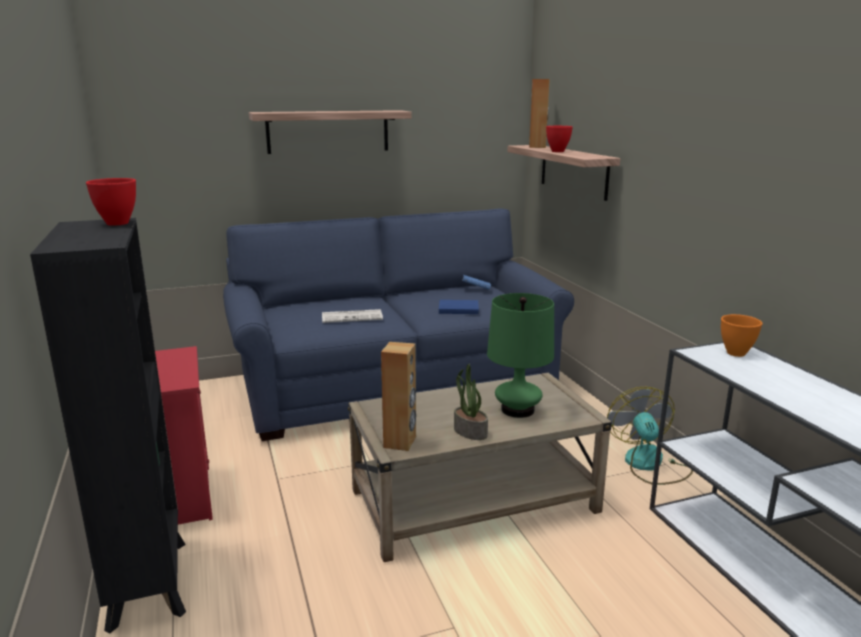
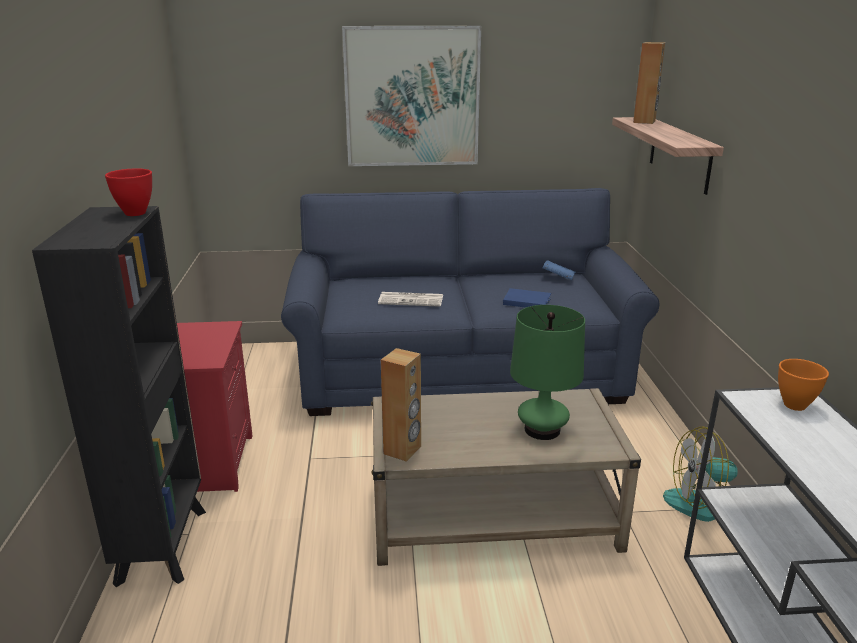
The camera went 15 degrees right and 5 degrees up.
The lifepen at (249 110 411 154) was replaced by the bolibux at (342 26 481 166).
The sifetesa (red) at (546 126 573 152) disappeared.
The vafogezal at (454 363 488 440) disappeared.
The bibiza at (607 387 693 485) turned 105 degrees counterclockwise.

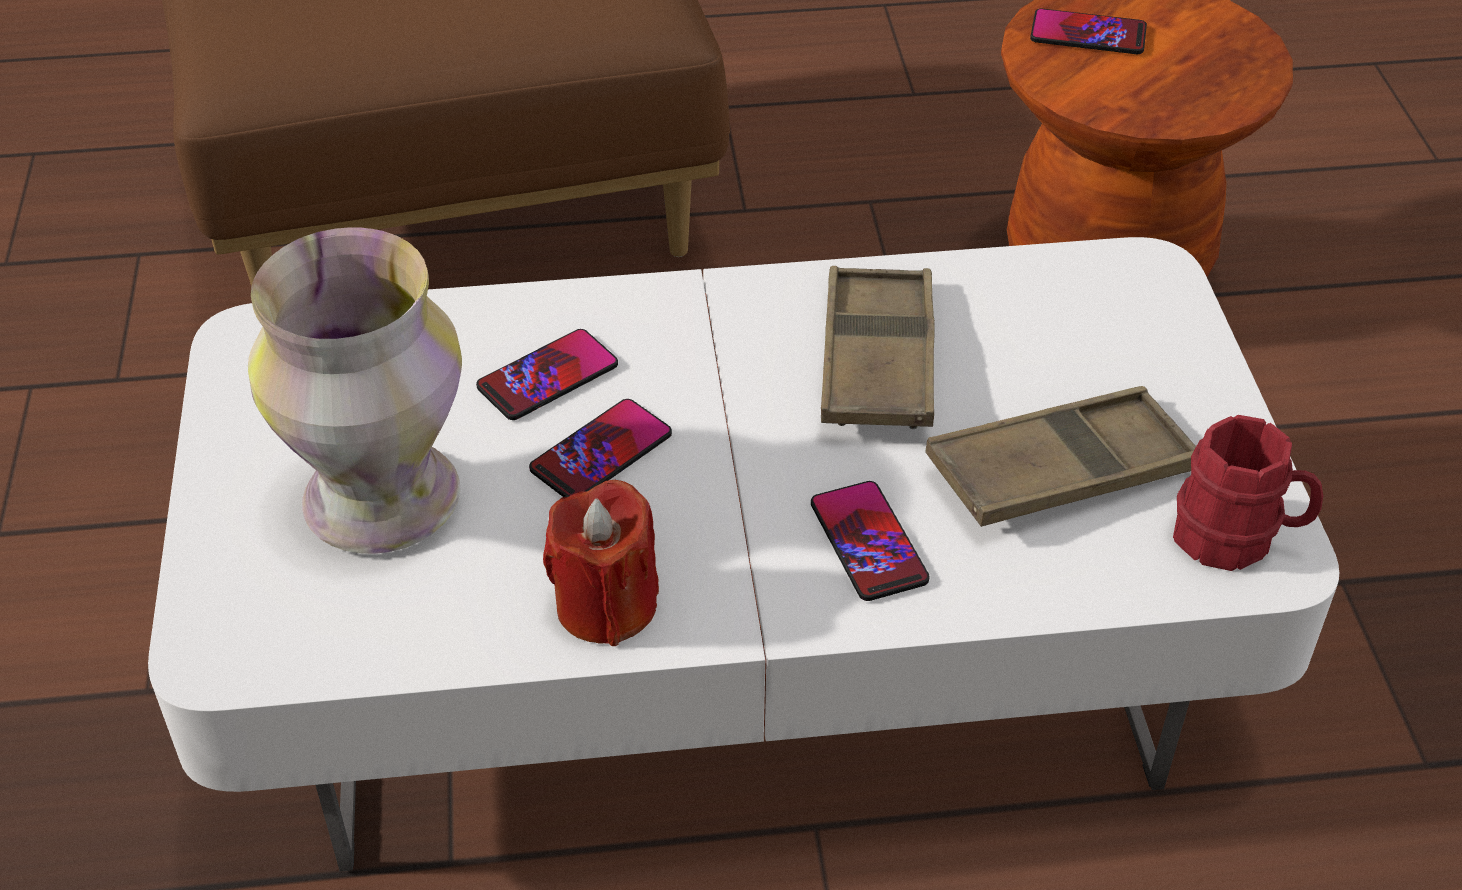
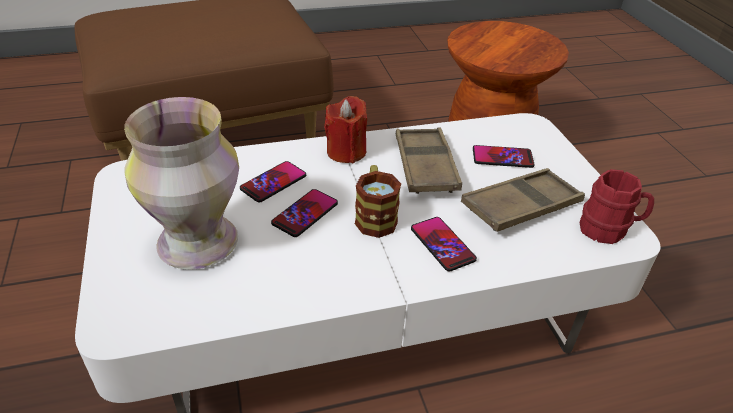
The camera went 10 degrees left and 5 degrees down.
The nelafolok moved from (1030 9 1147 54) to (473 145 535 168).
The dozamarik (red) moved from (543 480 659 646) to (324 96 367 163).
The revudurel at (355 165 401 238) appeared.

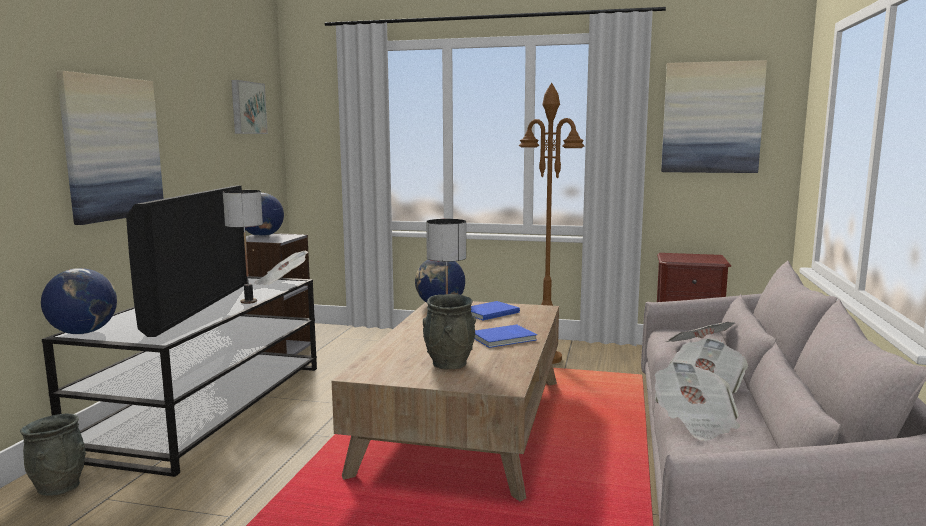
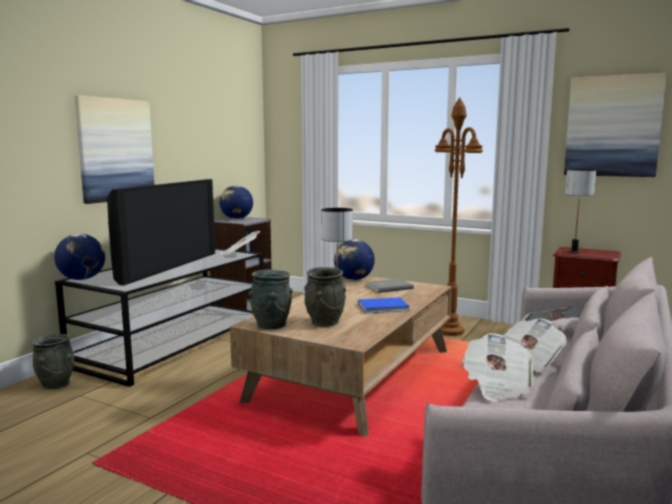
The camera went 15 degrees right and 0 degrees up.
The bolibux at (231 80 268 134) disappeared.
The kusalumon moved from (223 190 263 304) to (565 169 596 254).
The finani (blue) at (471 301 520 320) became the finani (grey) at (366 279 414 293).
The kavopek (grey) at (249 269 292 330) appeared.

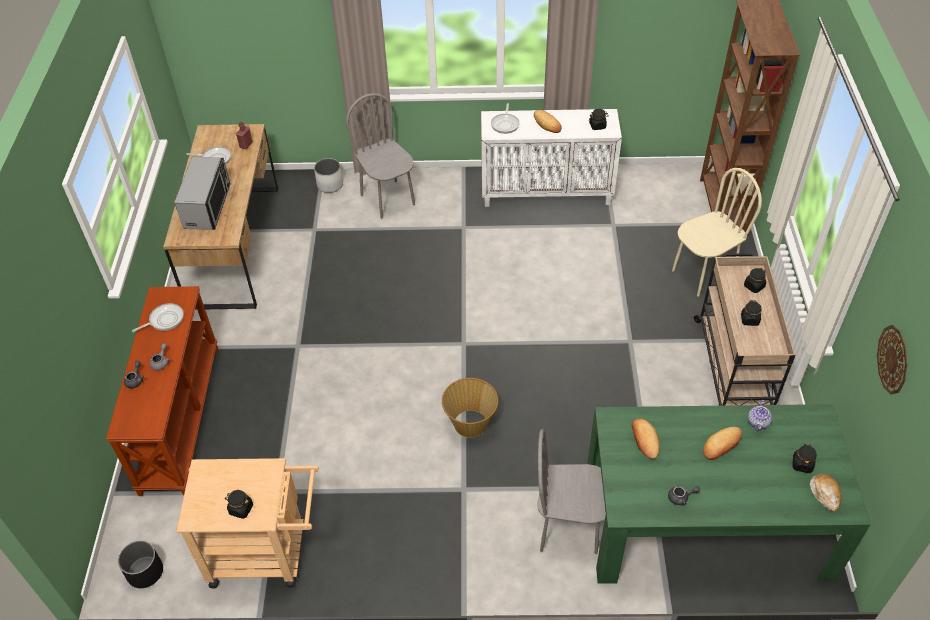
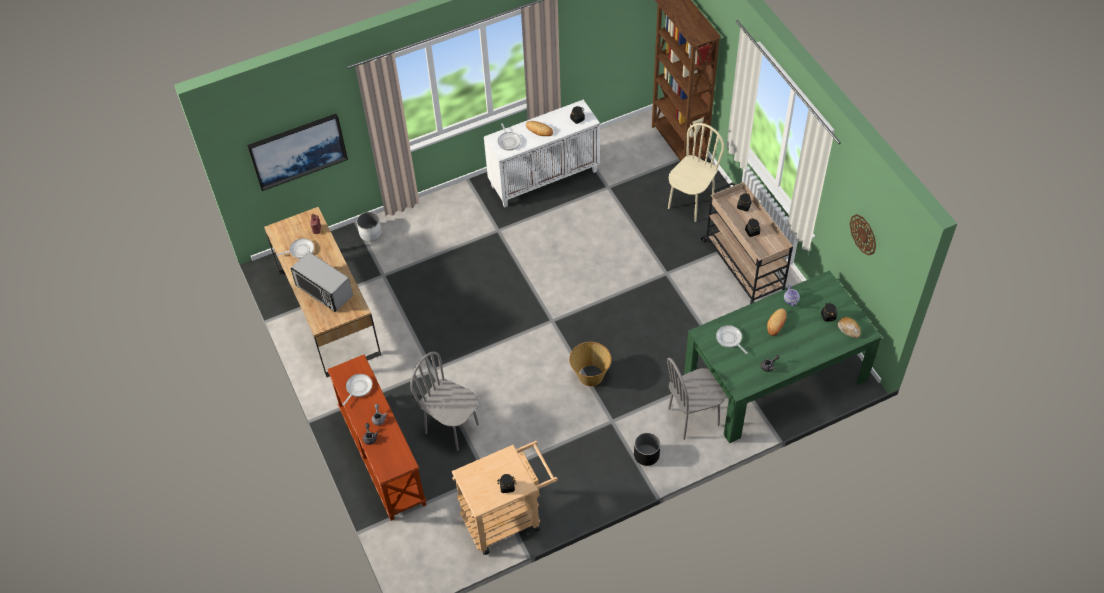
The camera went 25 degrees left and 5 degrees up.
The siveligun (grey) moved from (346 93 415 219) to (410 352 479 451).
The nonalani at (174 157 231 230) turned 150 degrees clockwise.
The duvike at (632 418 660 459) was replaced by the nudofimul at (716 325 748 354).
The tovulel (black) moved from (118 541 163 588) to (634 433 660 466).
The bolibux at (247 114 348 191) appeared.

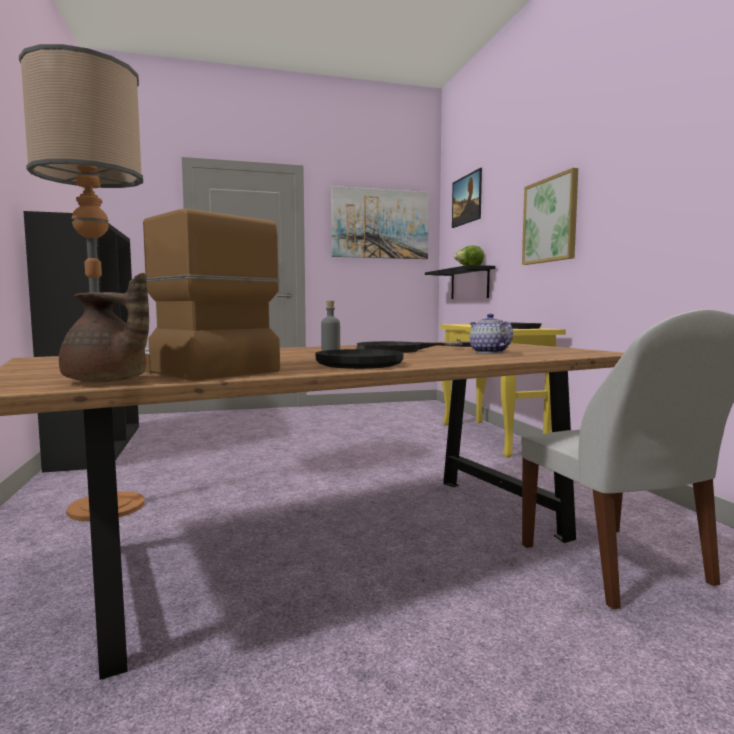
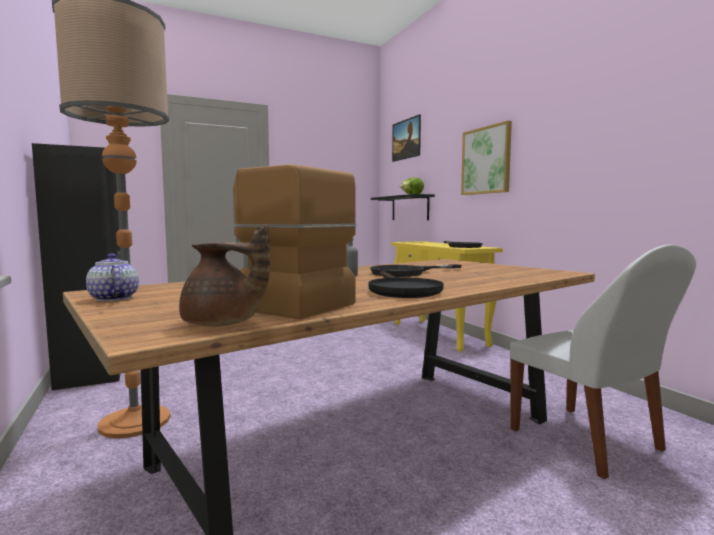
The camera went 10 degrees left and 0 degrees up.
The bolibux at (331 186 429 259) disappeared.
The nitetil moved from (470 314 513 354) to (86 254 139 301).

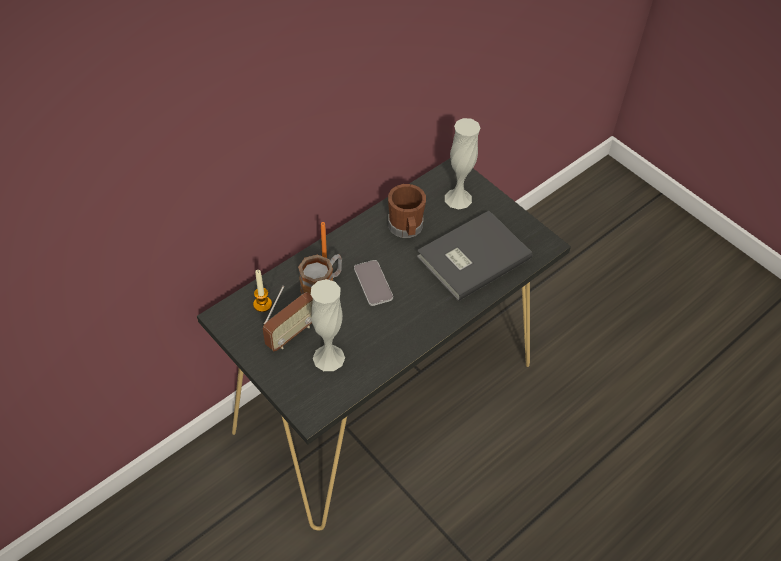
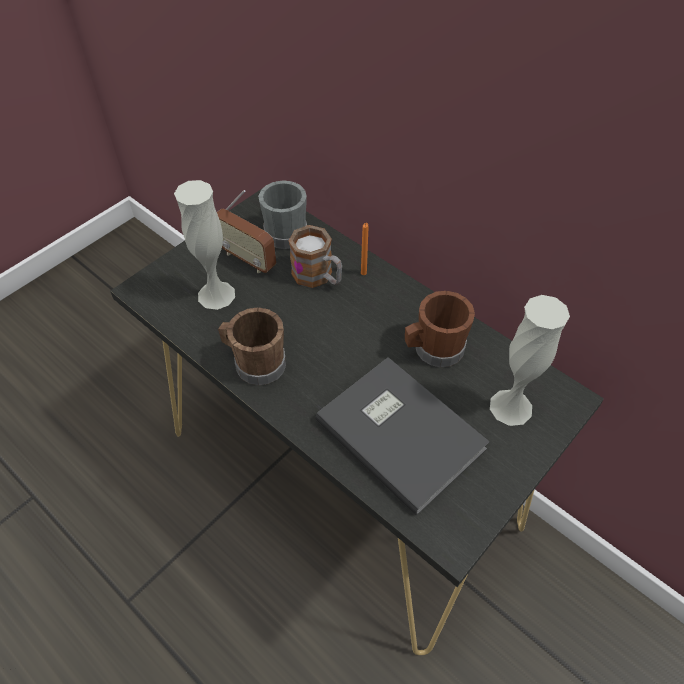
The camera went 85 degrees right and 0 degrees up.
The nelafolok at (354 260 393 306) disappeared.
The dozamarik at (253 270 272 312) was replaced by the revudurel (grey) at (258 180 307 249).
The revudurel (brown) at (218 308 286 385) appeared.

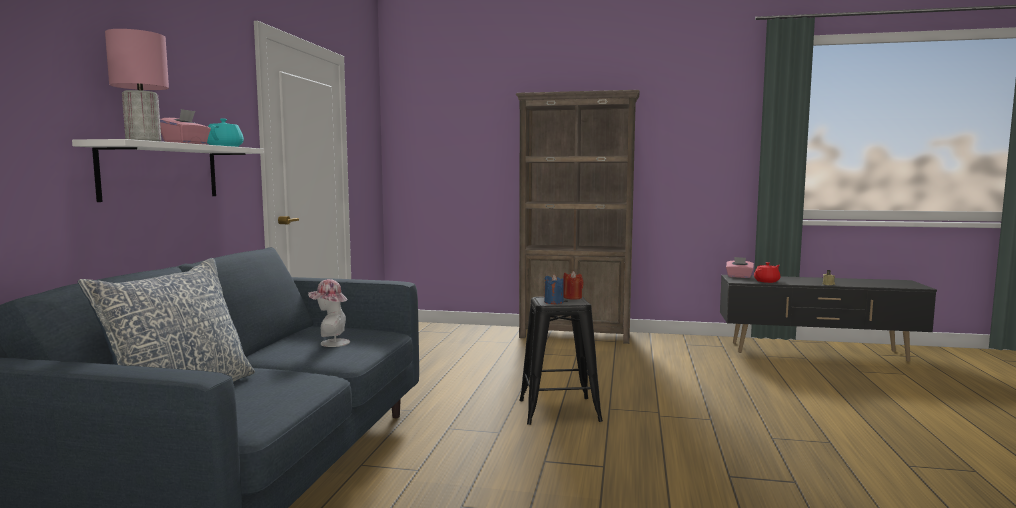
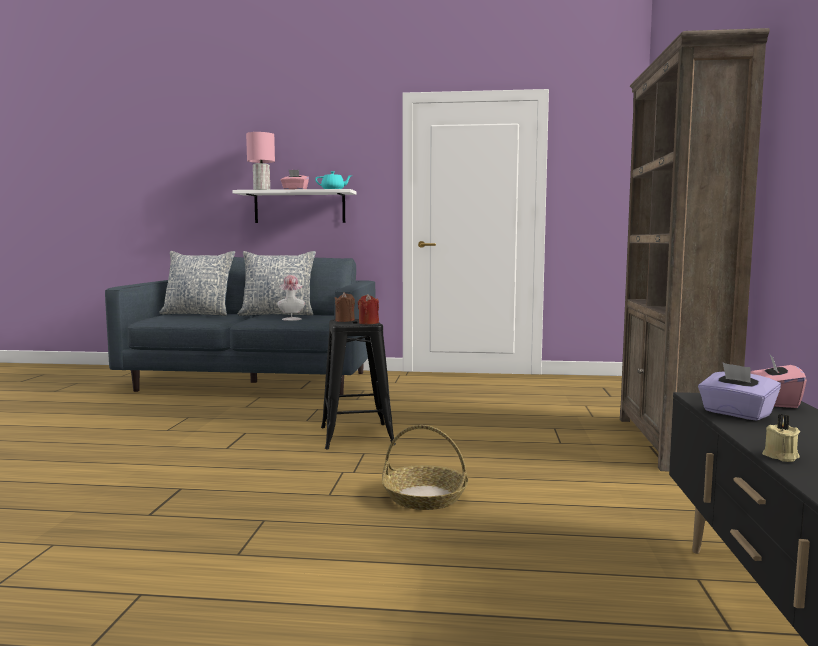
The camera went 85 degrees right and 0 degrees up.
The nitetil (red) at (754 262 780 283) was replaced by the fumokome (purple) at (698 363 781 421).
The dozamarik (blue) at (544 274 564 304) became the dozamarik (brown) at (335 292 355 322).
The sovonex at (238 251 316 316) appeared.
The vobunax at (382 425 468 510) appeared.

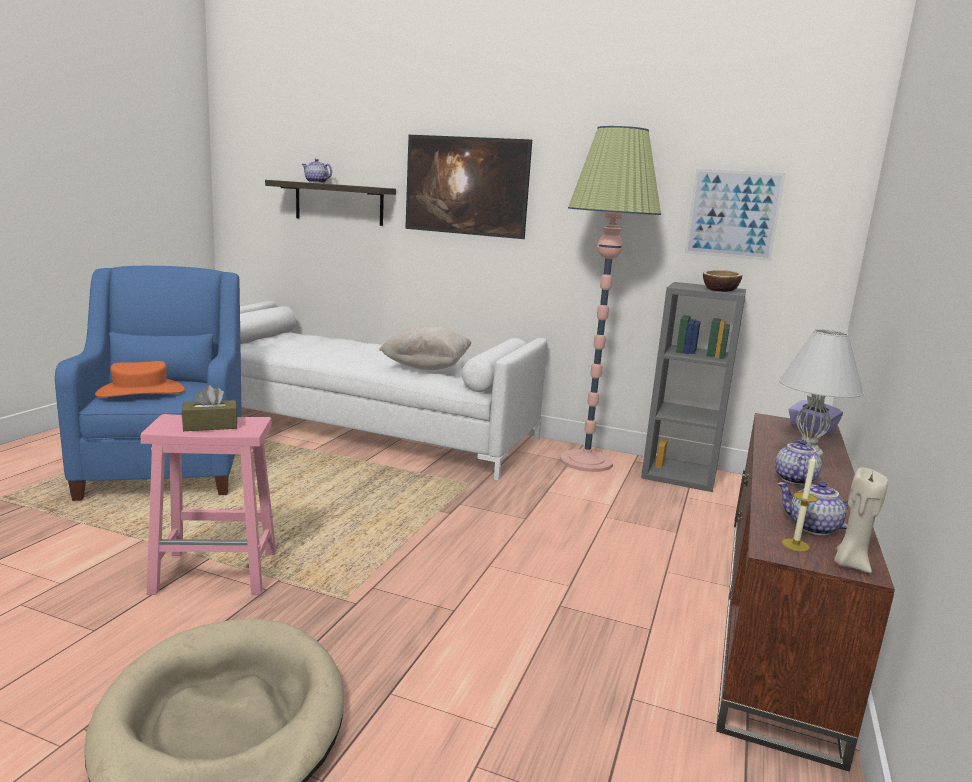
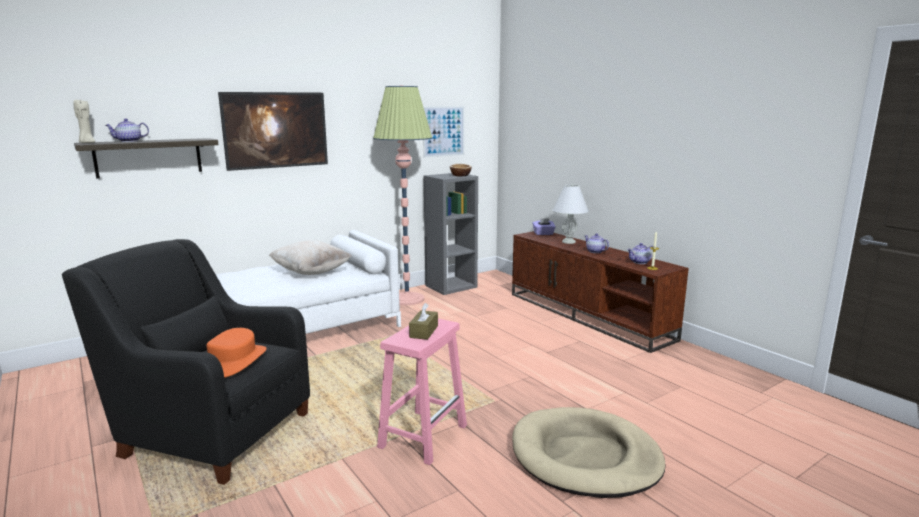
The camera went 55 degrees left and 0 degrees up.
The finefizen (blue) at (55 266 242 501) became the finefizen (black) at (62 239 310 485).
The dozamarik (beige) moved from (834 468 888 573) to (73 100 95 143).

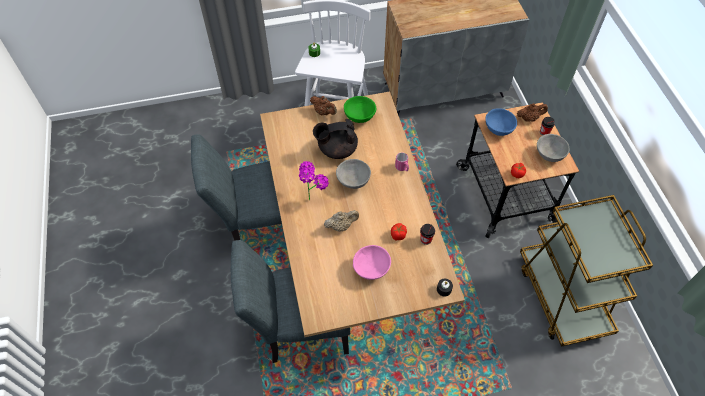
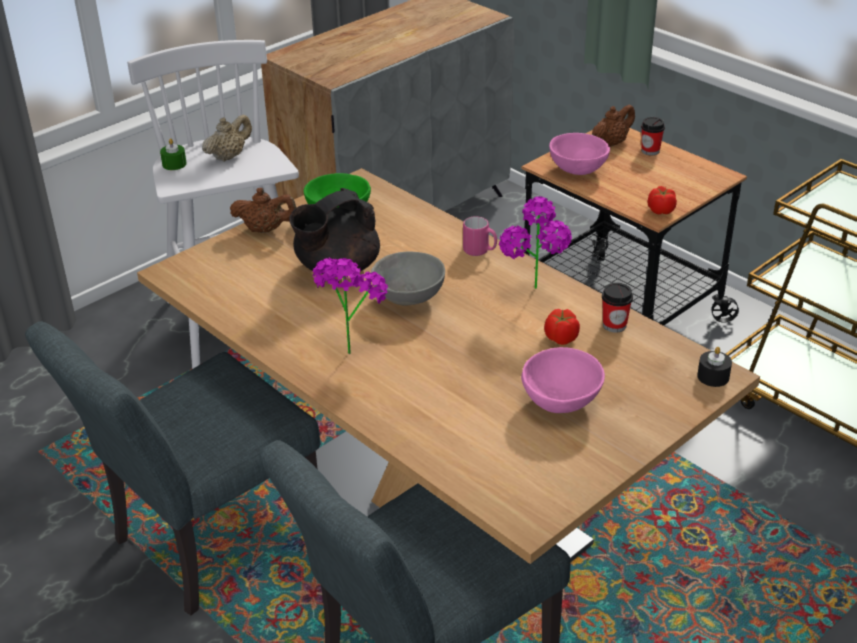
The camera went 30 degrees left and 20 degrees down.
The sifetesa (blue) at (485 108 517 136) became the sifetesa (pink) at (549 133 610 175).
The sifetesa (grey) at (537 134 569 162) disappeared.
The nitetil (beige) moved from (324 210 359 231) to (202 115 252 162).
The vafogezal at (499 196 572 289) appeared.

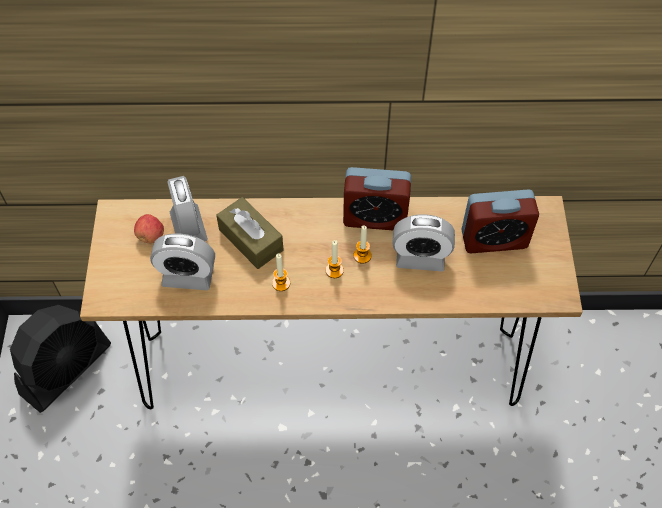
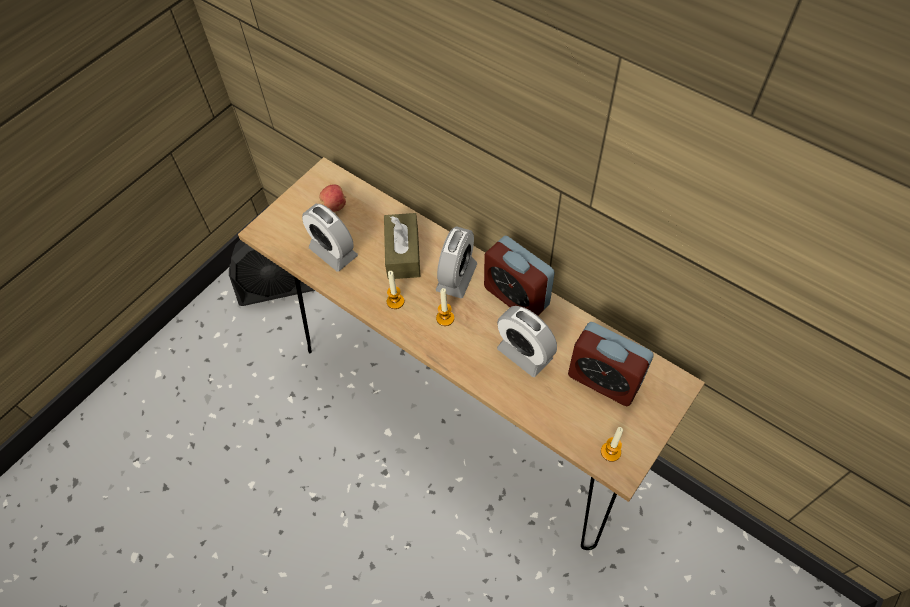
The camera went 40 degrees right and 0 degrees up.
The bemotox moved from (167 176 208 241) to (435 227 478 298).
The dozamarik moved from (353 225 372 264) to (601 427 623 462).

